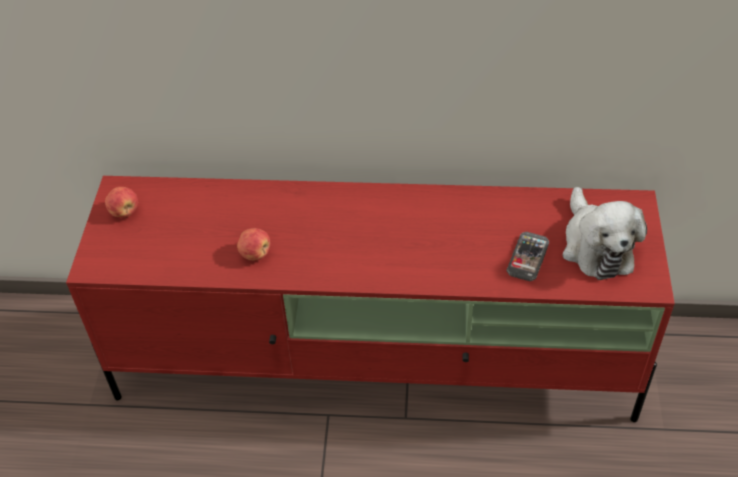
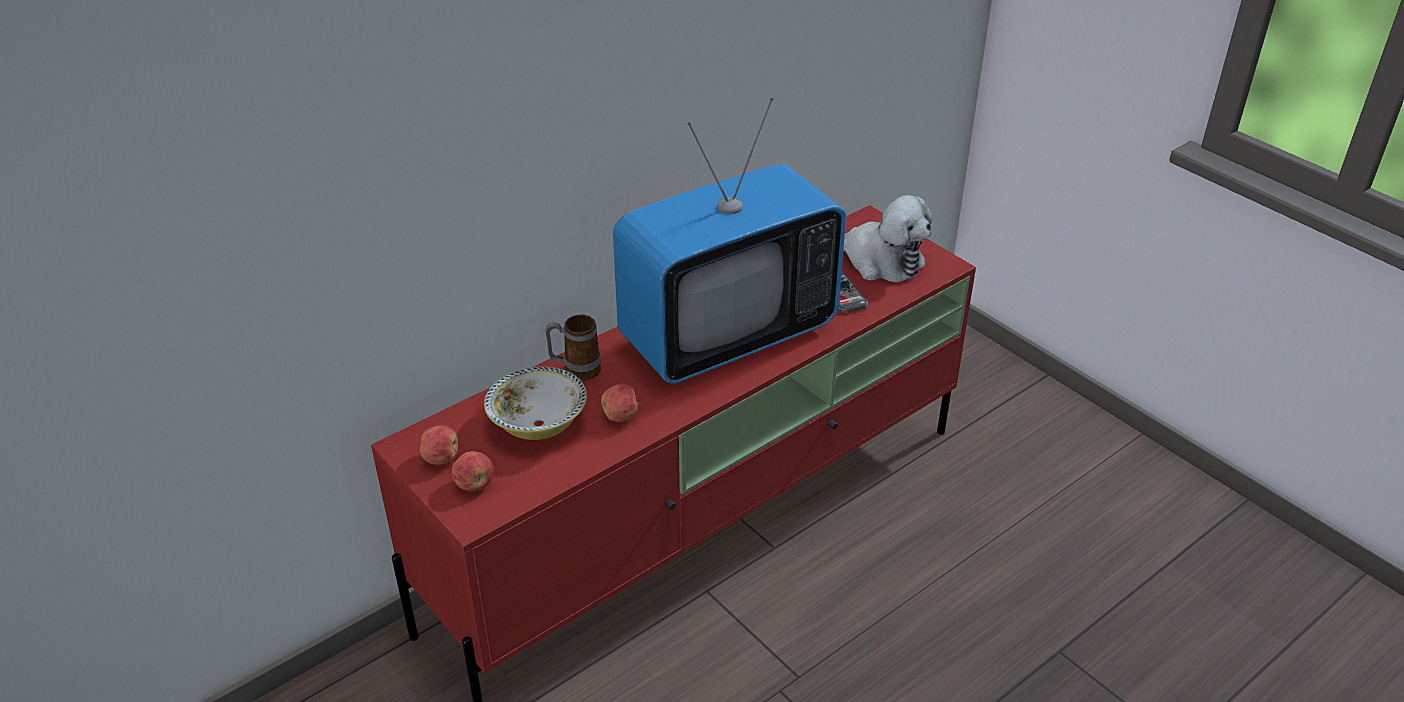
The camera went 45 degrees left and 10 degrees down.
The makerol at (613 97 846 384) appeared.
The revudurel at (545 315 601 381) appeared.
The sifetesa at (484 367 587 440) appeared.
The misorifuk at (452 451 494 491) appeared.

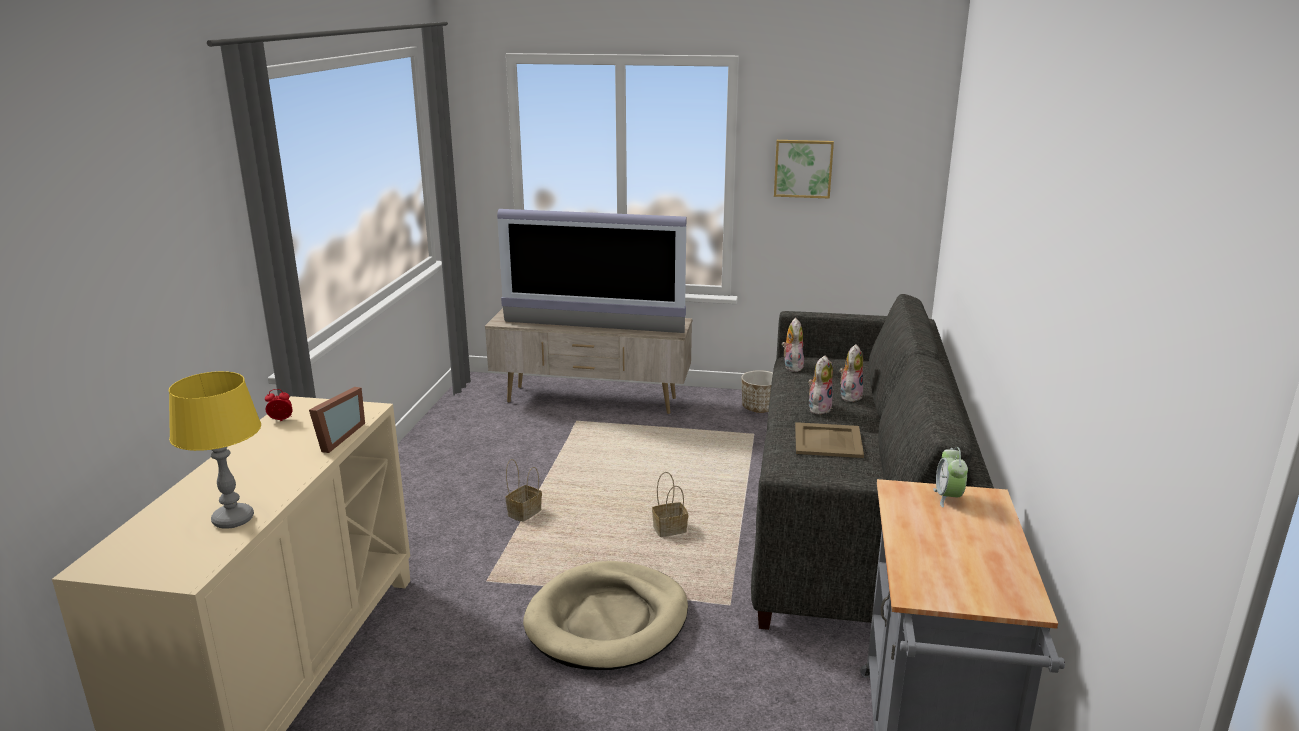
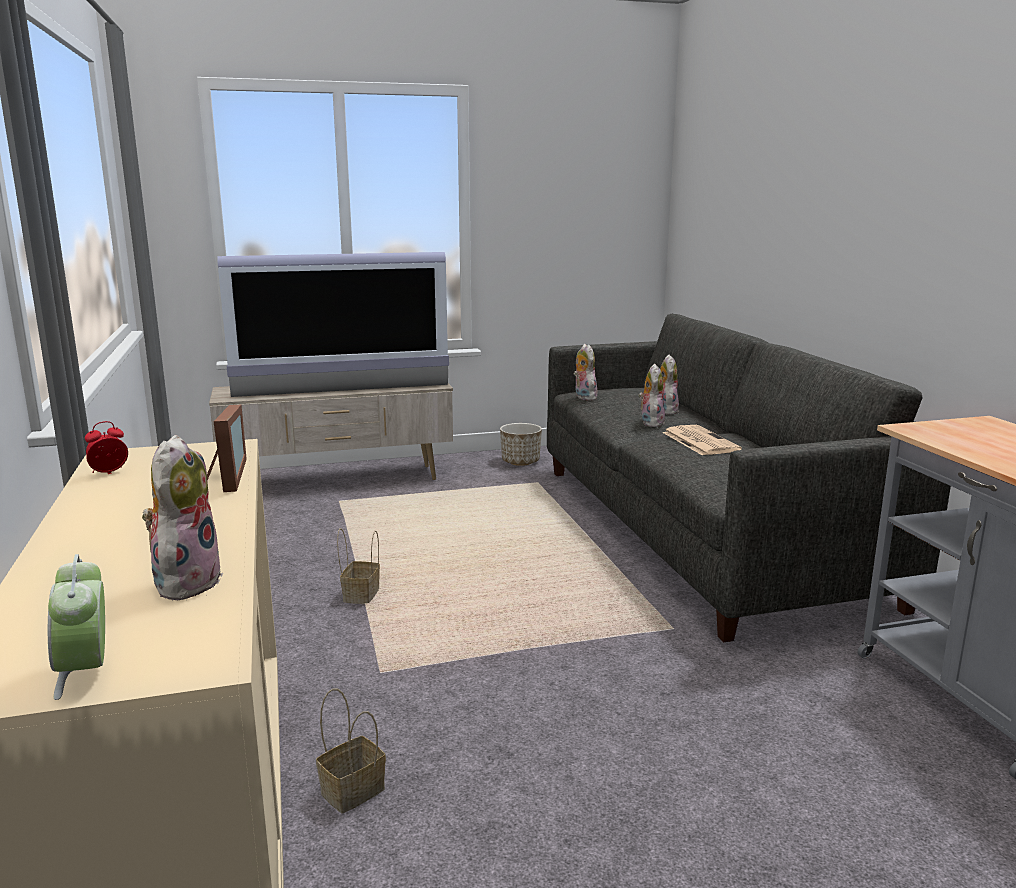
The camera went 25 degrees left and 5 degrees down.
The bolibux at (774 140 834 199) disappeared.
The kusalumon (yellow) at (169 371 261 529) was replaced by the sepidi at (142 435 223 600).
The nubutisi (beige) at (795 422 864 458) was replaced by the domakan at (663 425 742 455).
The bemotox moved from (933 447 968 508) to (48 554 105 700).
The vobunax moved from (652 472 688 537) to (316 689 386 813).
The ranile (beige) at (523 561 688 670) disappeared.

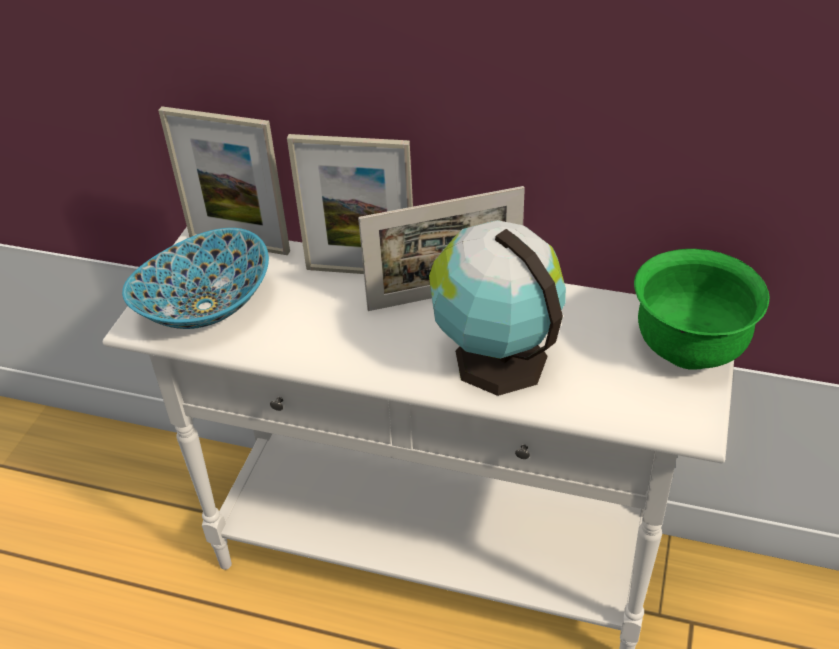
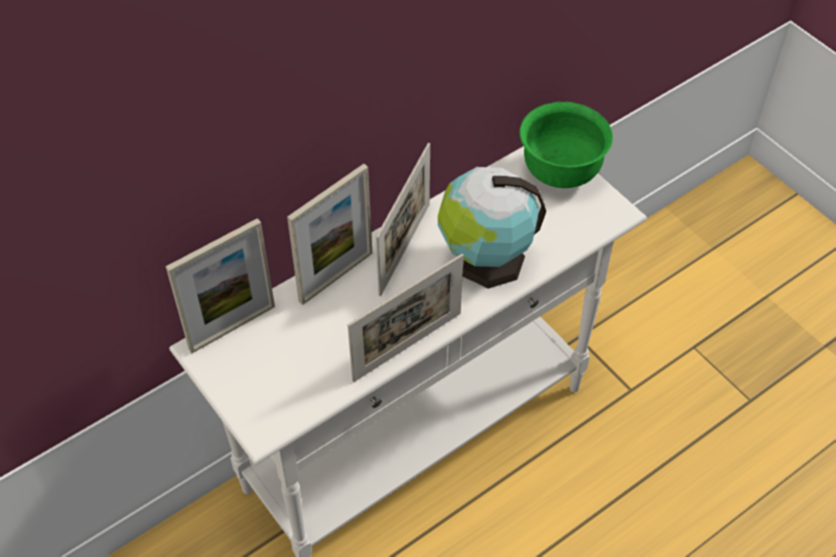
The camera went 55 degrees left and 10 degrees up.
The sifetesa at (122 228 269 329) disappeared.
The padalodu at (348 254 464 382) appeared.

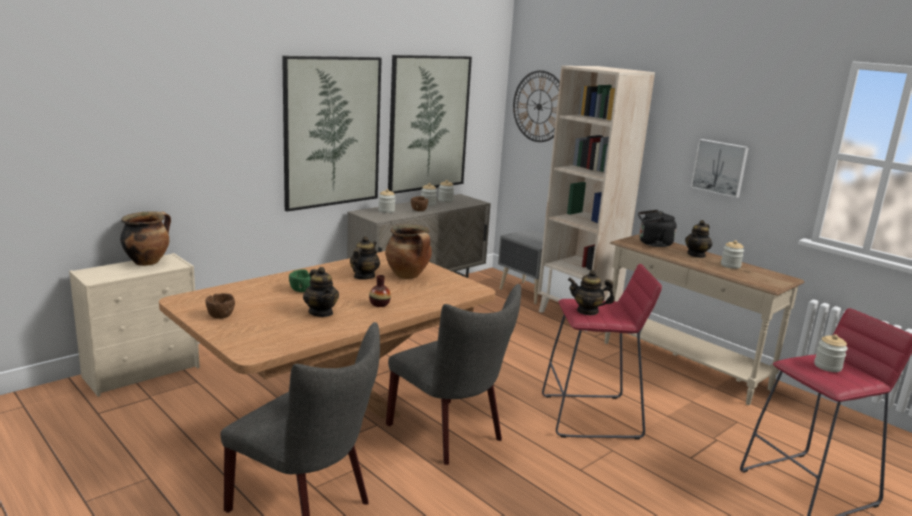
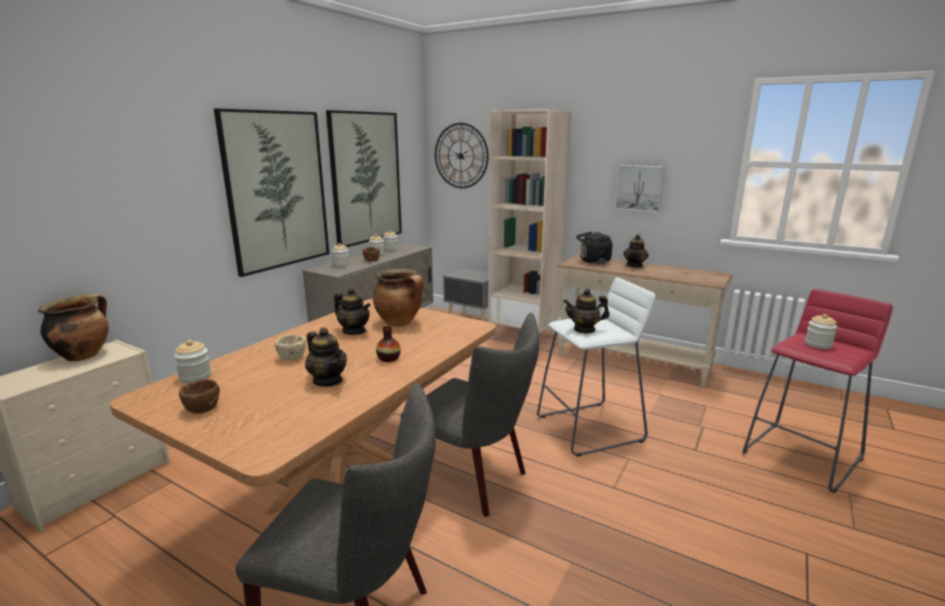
The camera went 15 degrees left and 0 degrees up.
The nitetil at (350 236 380 279) turned 120 degrees clockwise.
The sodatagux moved from (721 240 744 269) to (174 340 211 383).
The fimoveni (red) at (542 264 662 440) became the fimoveni (white) at (537 277 656 456).
The sifetesa (green) at (289 269 310 292) became the sifetesa (beige) at (275 334 306 361).

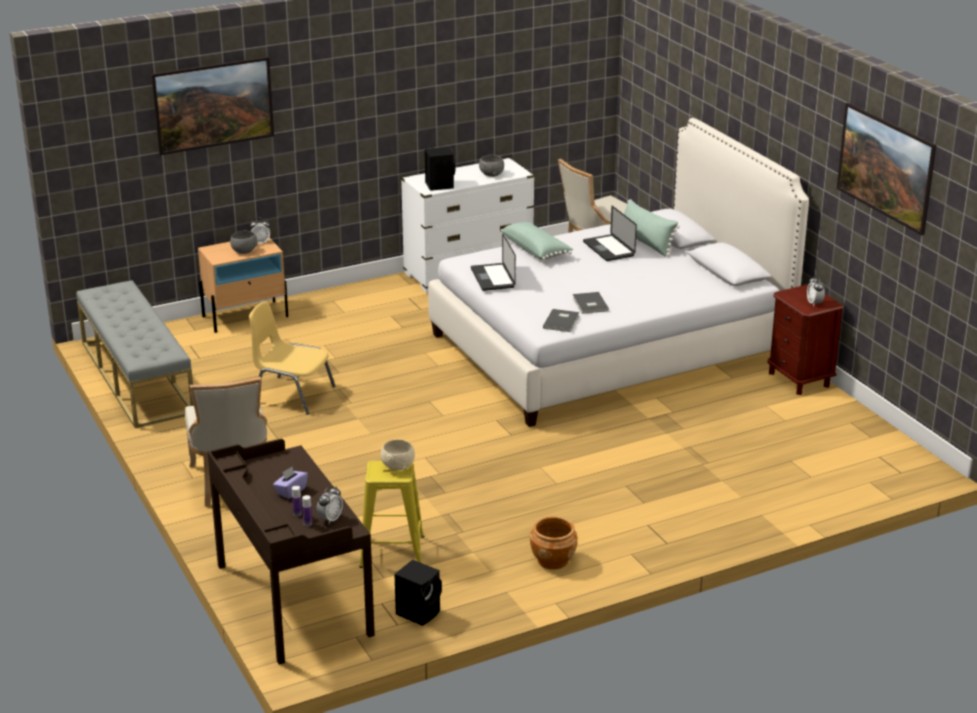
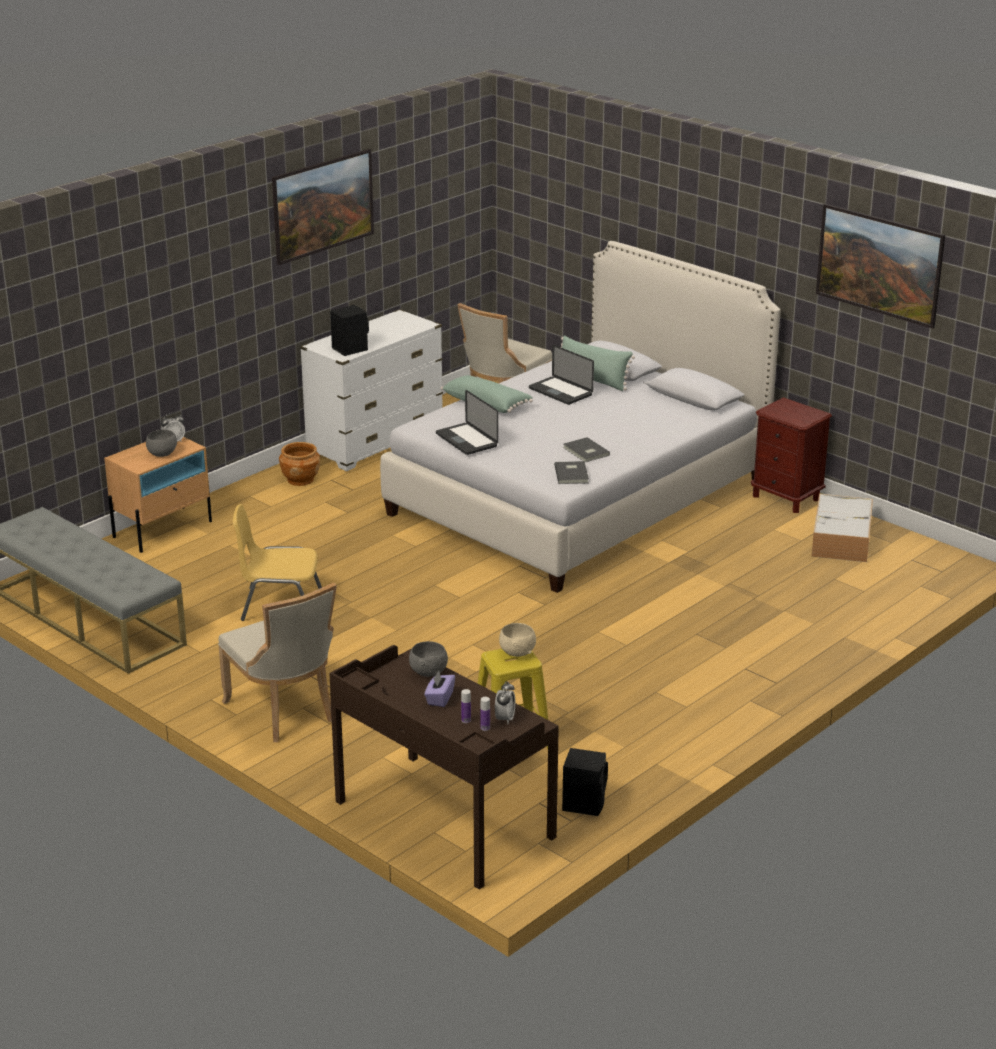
The camera went 20 degrees left and 0 degrees up.
The bolibux moved from (151 57 274 155) to (272 149 374 265).
The sifetesa (grey) moved from (479 155 504 177) to (409 641 448 677).
The bemotox at (807 276 825 307) disappeared.
The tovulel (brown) moved from (530 516 578 570) to (279 442 320 486).
The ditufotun at (811 493 873 562) appeared.

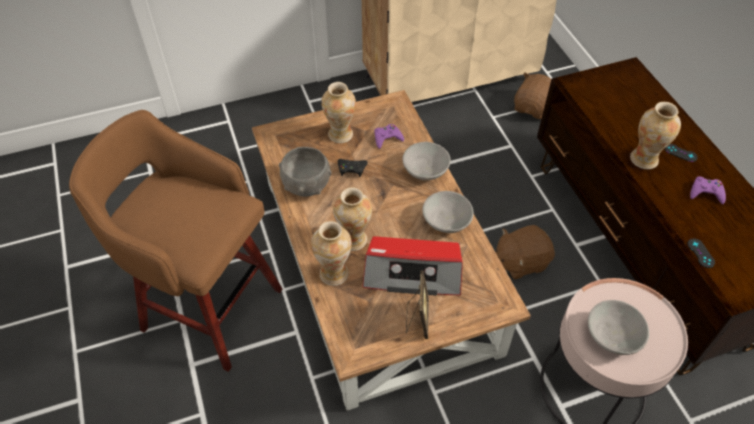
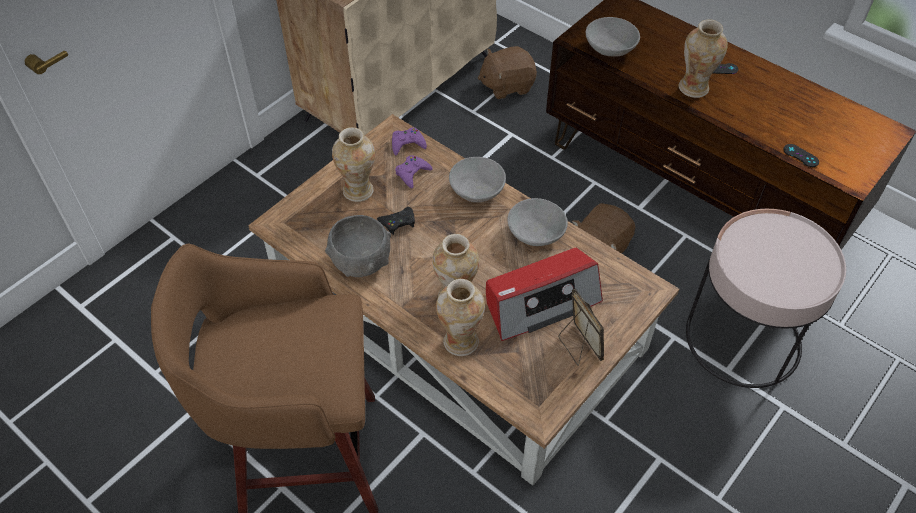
The camera went 30 degrees left and 0 degrees up.
The sepidi (brown) at (514 72 551 119) turned 105 degrees counterclockwise.
The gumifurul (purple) moved from (690 177 726 204) to (392 127 427 155).
The sifetesa (grey) moved from (588 300 649 355) to (586 17 640 57).

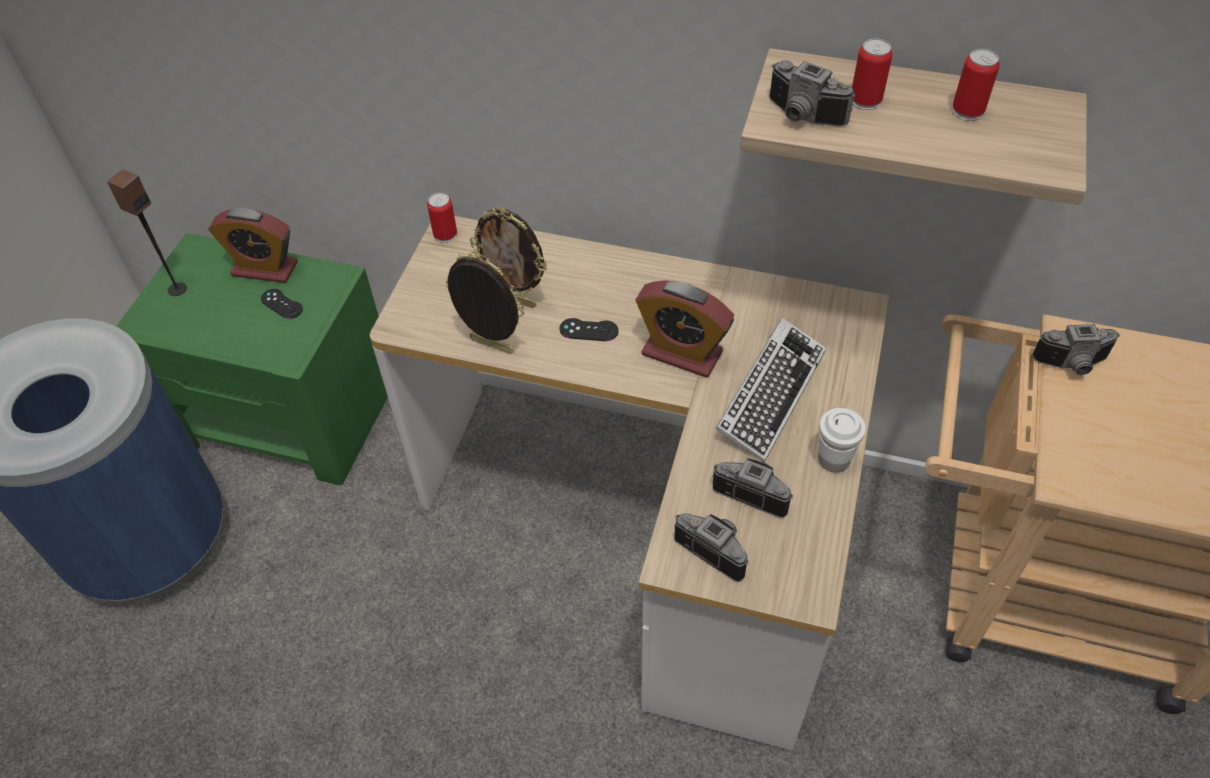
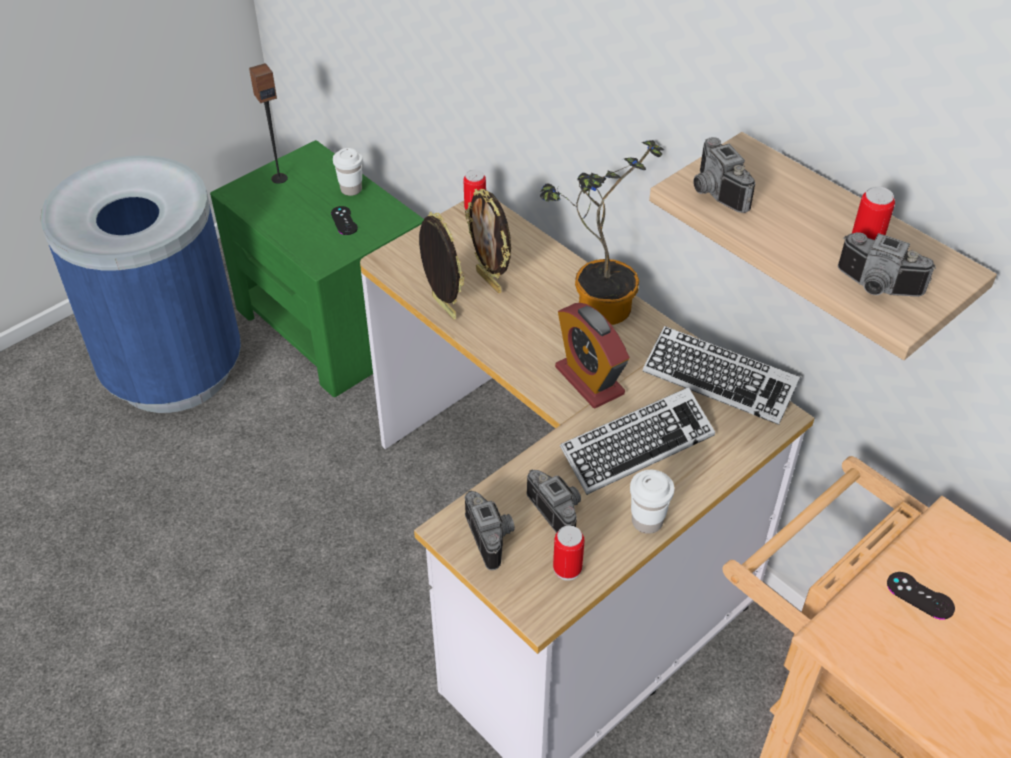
The camera went 30 degrees right and 5 degrees down.
The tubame moved from (852 39 893 110) to (553 526 585 581).
The bemotox at (208 208 298 283) was replaced by the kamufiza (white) at (333 148 363 196).
The gumifurul (black) moved from (560 318 619 341) to (887 572 955 620).
The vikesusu moved from (1033 324 1120 375) to (838 232 936 297).
The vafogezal at (540 140 664 325) appeared.
The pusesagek at (643 326 800 425) appeared.

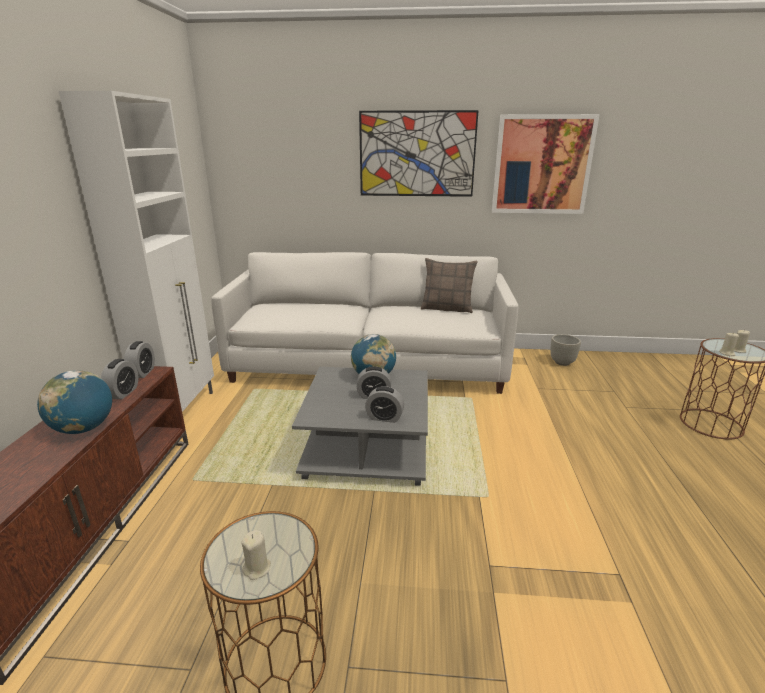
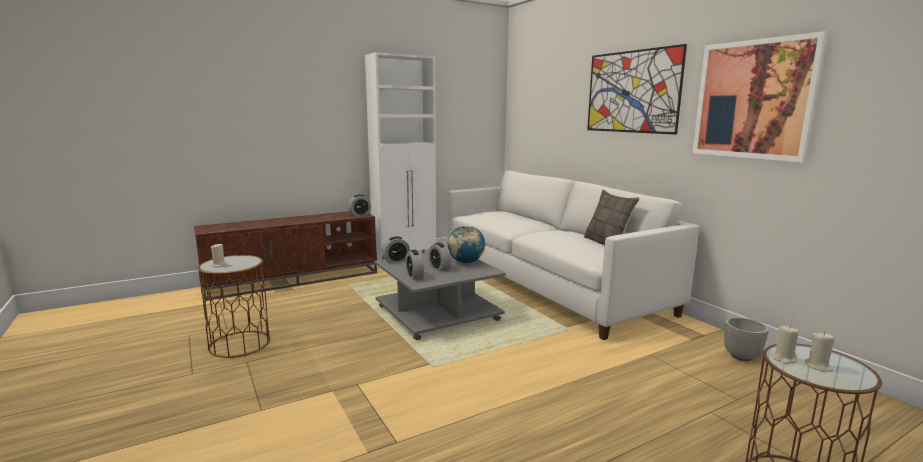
The camera went 55 degrees right and 10 degrees down.
The bemotox moved from (101 359 139 399) to (382 236 410 263).
The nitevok at (37 370 112 434) disappeared.

